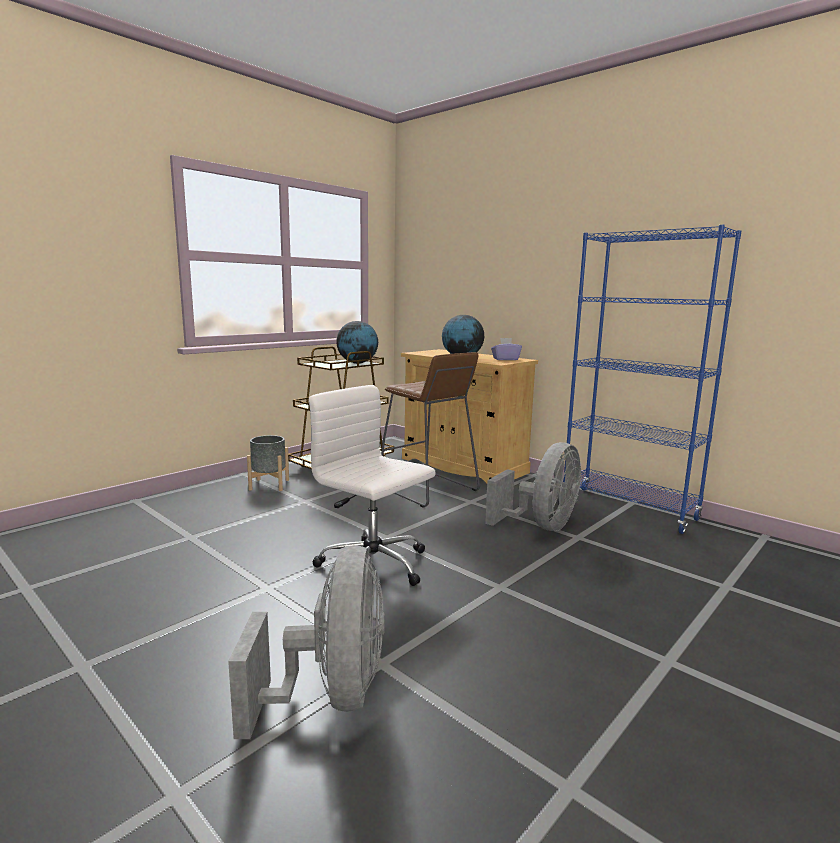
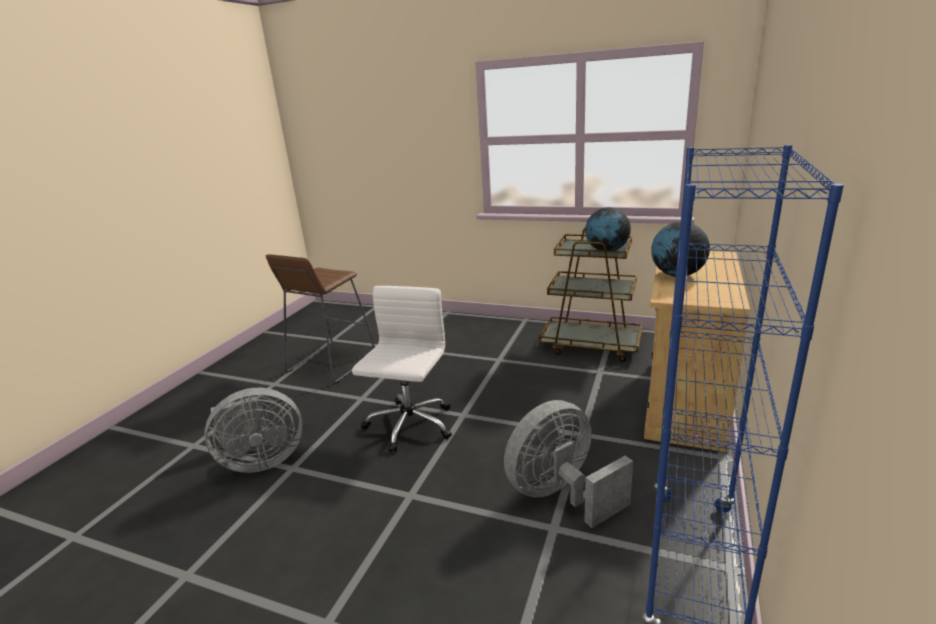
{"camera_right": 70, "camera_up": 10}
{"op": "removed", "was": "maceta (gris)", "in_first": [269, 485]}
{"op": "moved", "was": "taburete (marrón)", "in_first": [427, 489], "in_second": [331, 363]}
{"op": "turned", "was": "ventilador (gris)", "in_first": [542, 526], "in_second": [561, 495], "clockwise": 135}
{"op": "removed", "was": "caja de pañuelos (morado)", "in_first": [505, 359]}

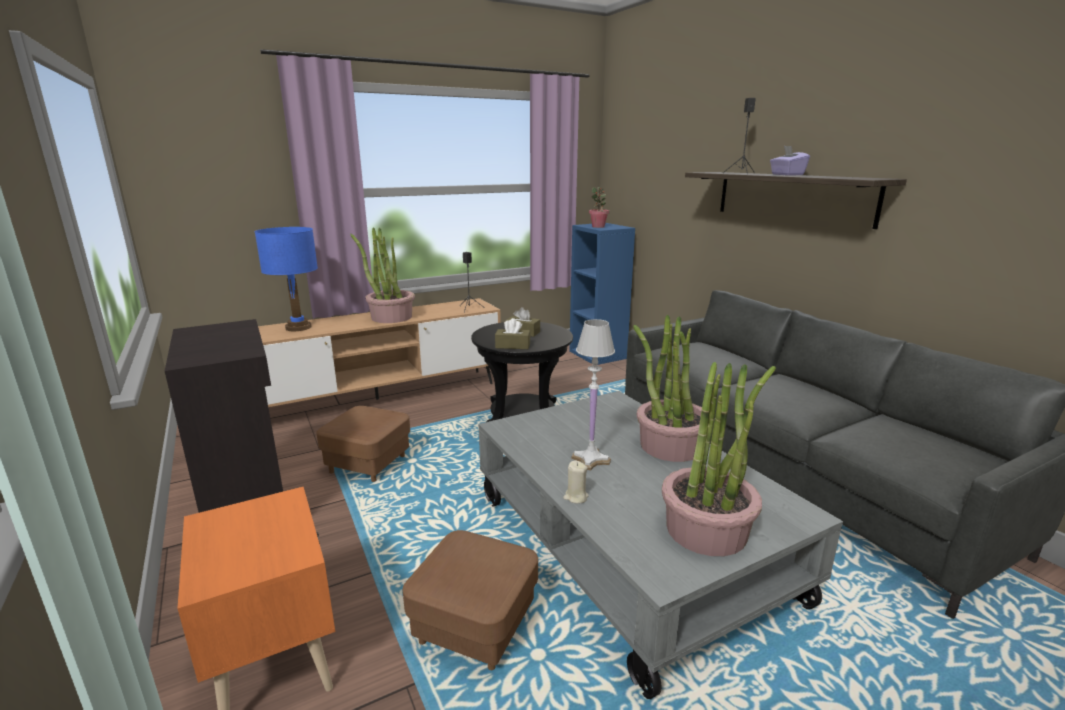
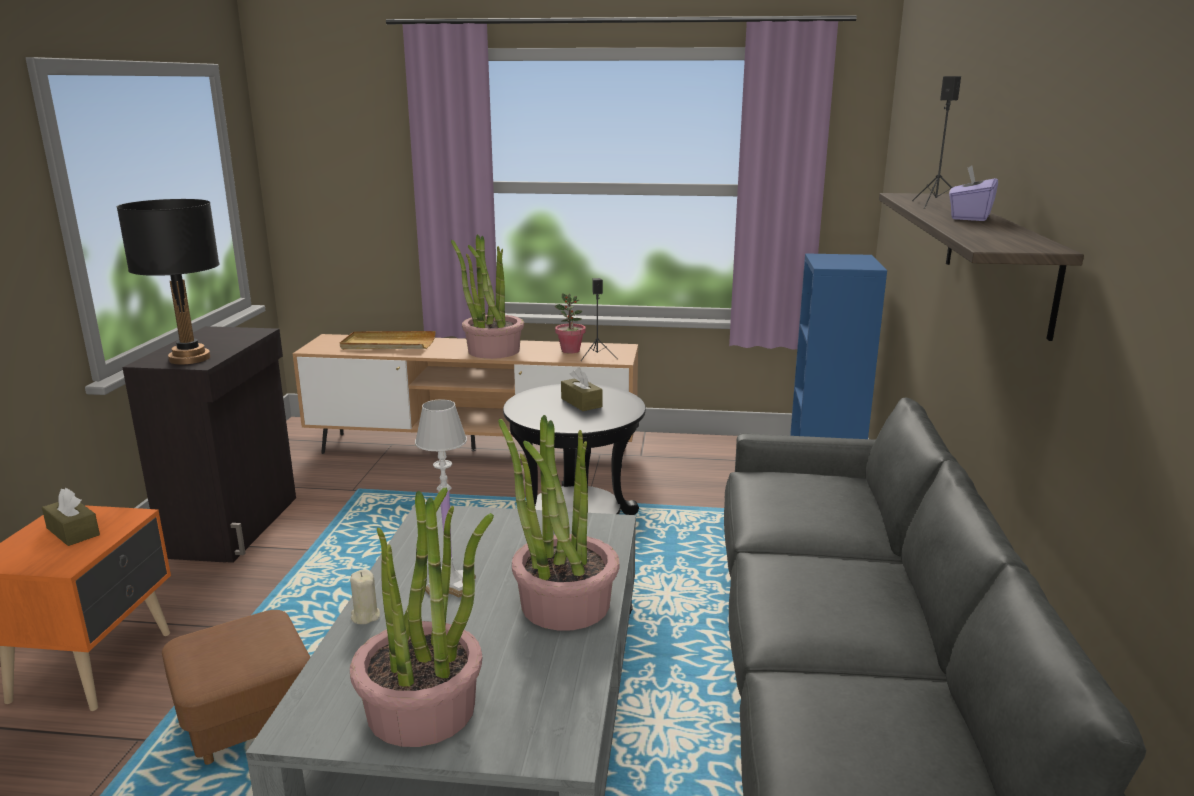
{"camera_right": 35, "camera_up": 0}
{"op": "replaced", "was": "lámpara de mesa (azul)", "now": "bandeja (beis)", "in_first": [298, 327], "in_second": [388, 344]}
{"op": "removed", "was": "puf (marrón)", "in_first": [368, 464]}
{"op": "moved", "was": "caja de pañuelos (marrón)", "in_first": [512, 346], "in_second": [73, 531]}
{"op": "moved", "was": "planta en maceta", "in_first": [598, 227], "in_second": [570, 351]}
{"op": "added", "now": "lámpara de mesa (negro)", "in_second": [190, 358]}

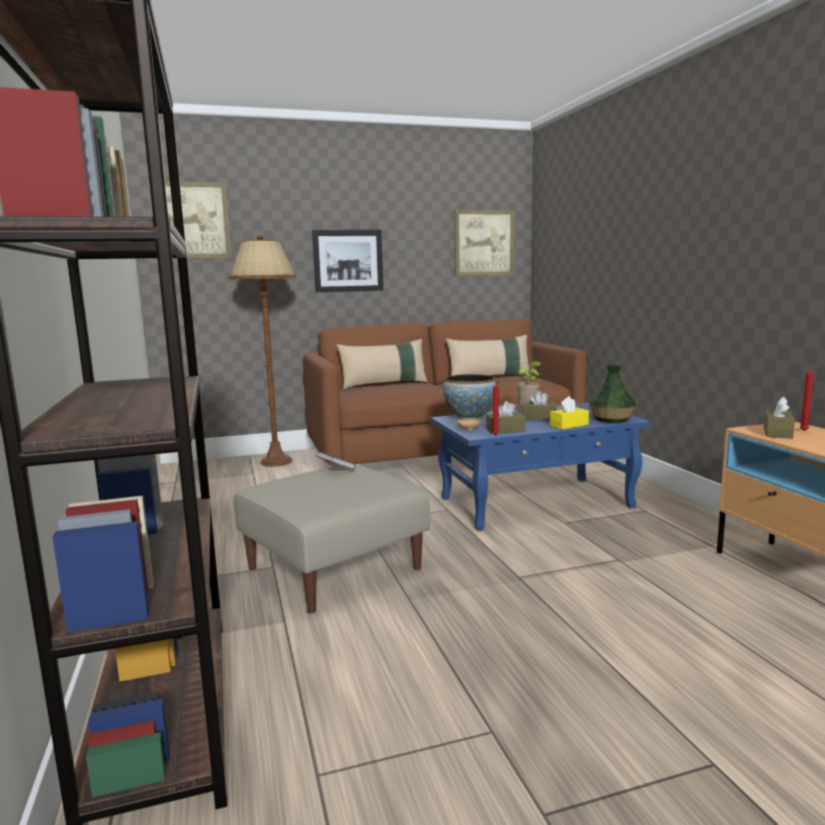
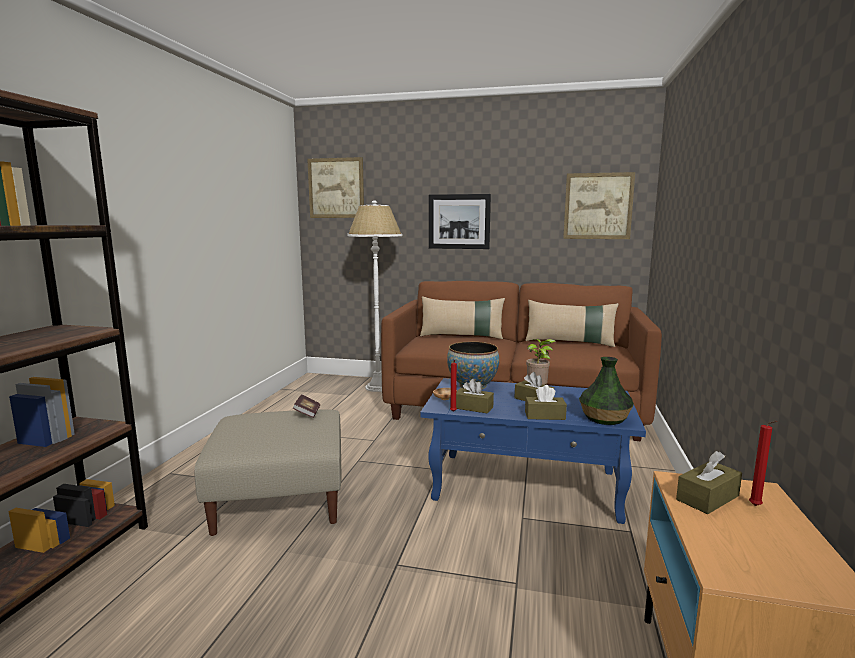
{"camera_right": 30, "camera_up": 0}
{"op": "recoloured", "was": "lámpara de pie (marrón)", "now": "lámpara de pie (blanco)", "in_first": [276, 462], "in_second": [378, 387]}
{"op": "recoloured", "was": "caja de pañuelos (amarillo)", "now": "caja de pañuelos (marrón)", "in_first": [569, 425], "in_second": [544, 415]}

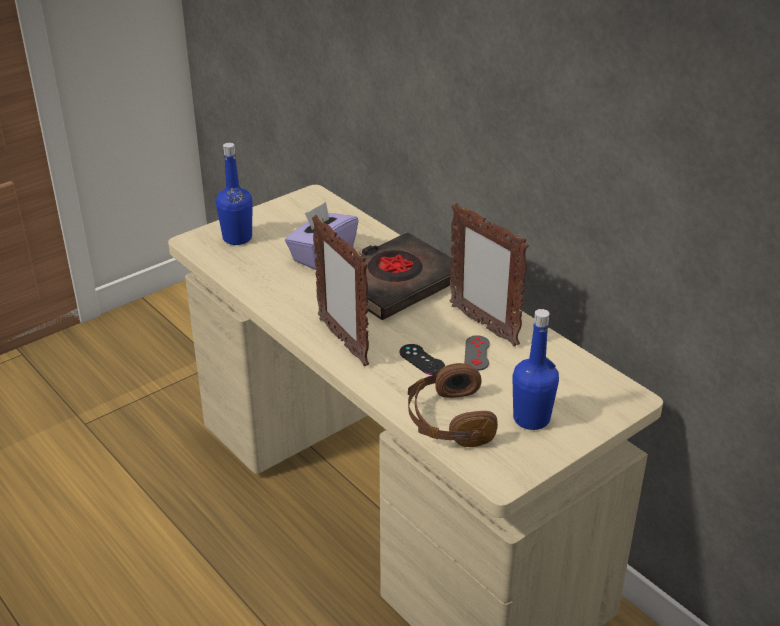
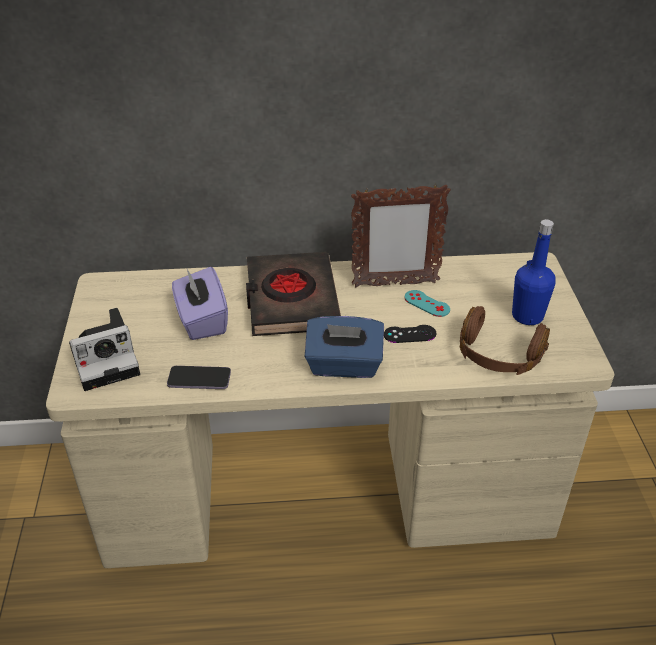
{"camera_right": -55, "camera_up": 5}
{"op": "replaced", "was": "botella (azul)", "now": "cámara", "in_first": [237, 238], "in_second": [108, 359]}
{"op": "replaced", "was": "portarretratos", "now": "caja de pañuelos (azul)", "in_first": [342, 342], "in_second": [344, 365]}
{"op": "recoloured", "was": "mando de consola (gris)", "now": "mando de consola (turquesa)", "in_first": [477, 353], "in_second": [427, 303]}
{"op": "added", "now": "móvil", "in_second": [199, 379]}

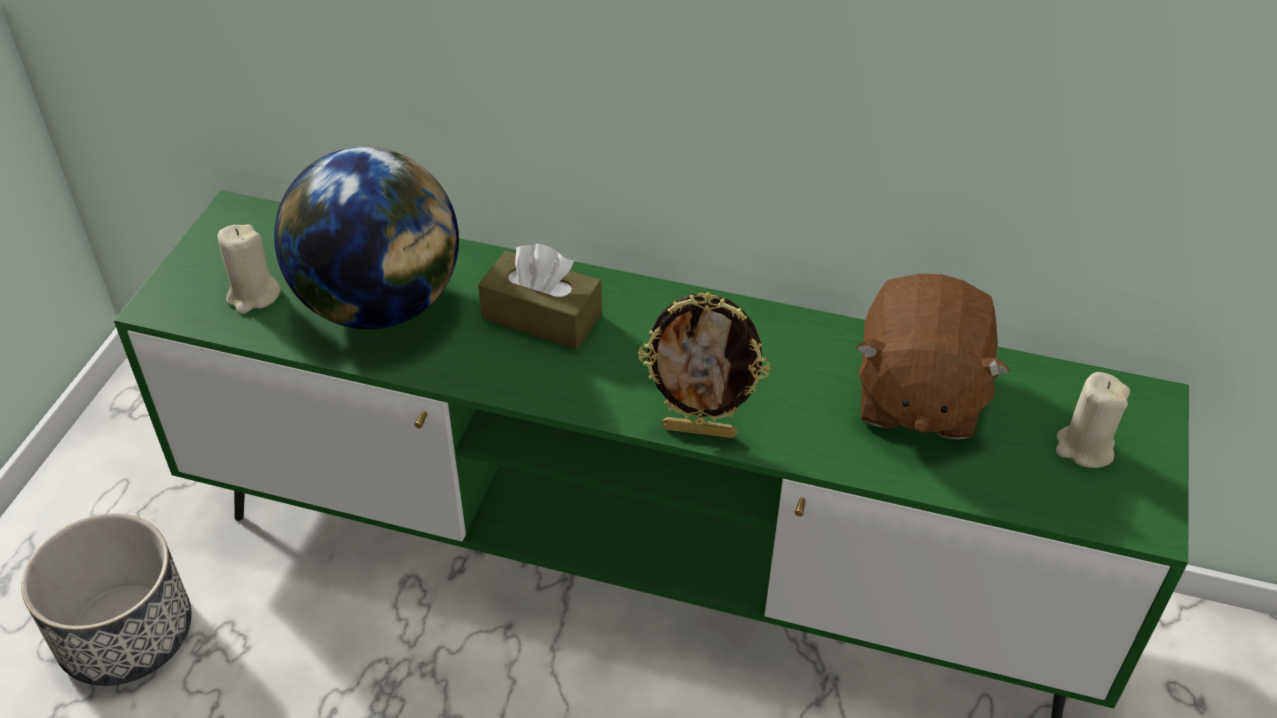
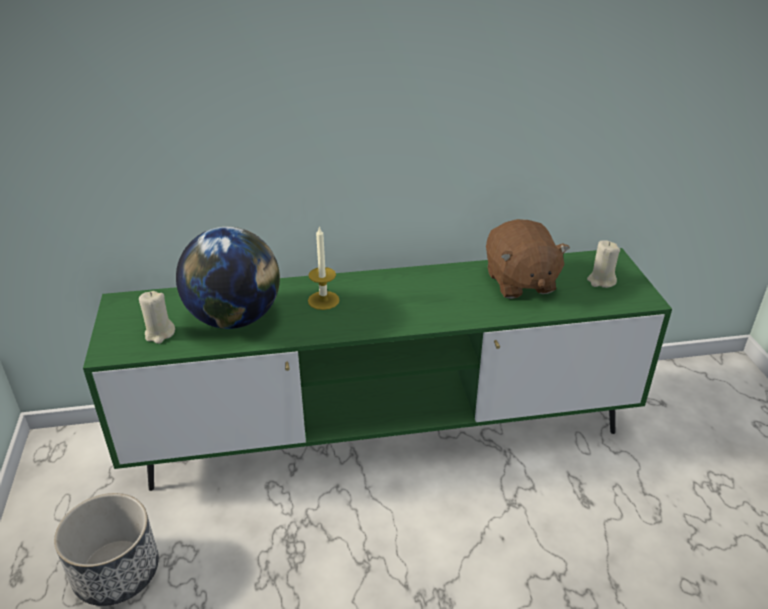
{"camera_right": -25, "camera_up": -10}
{"op": "replaced", "was": "caja de pañuelos (marrón)", "now": "vela", "in_first": [541, 316], "in_second": [323, 300]}
{"op": "removed", "was": "portarretratos", "in_first": [700, 430]}

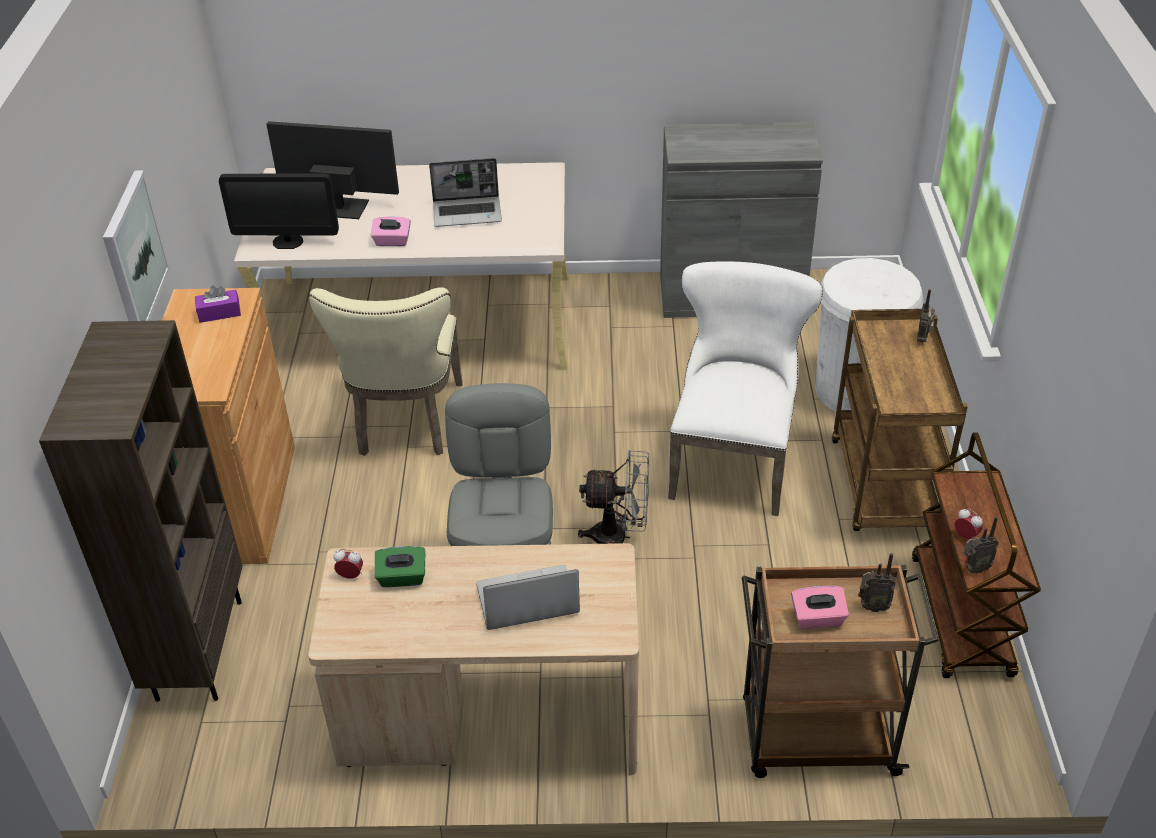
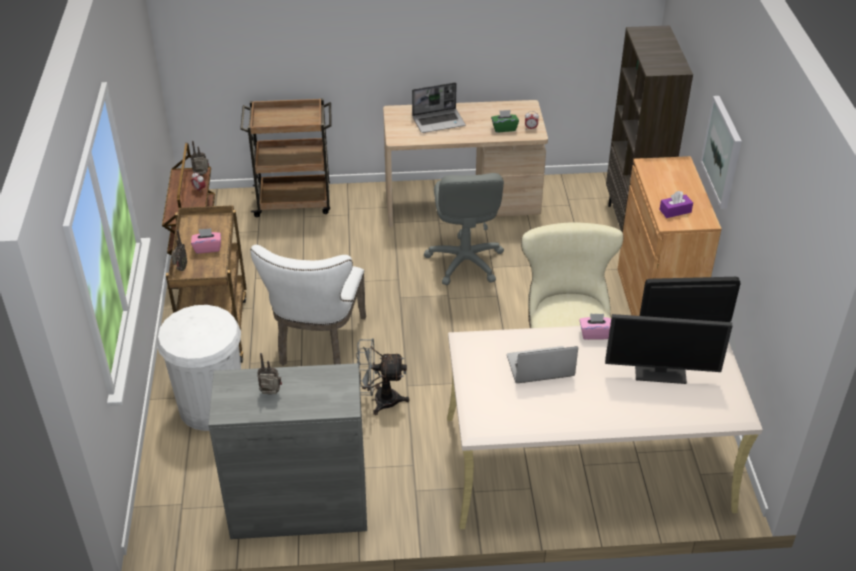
{"camera_right": 175, "camera_up": 0}
{"op": "moved", "was": "ventilador (gris)", "in_first": [619, 537], "in_second": [379, 400]}
{"op": "moved", "was": "caja de pañuelos (rosa)", "in_first": [817, 619], "in_second": [207, 248]}
{"op": "moved", "was": "radio", "in_first": [872, 606], "in_second": [271, 395]}

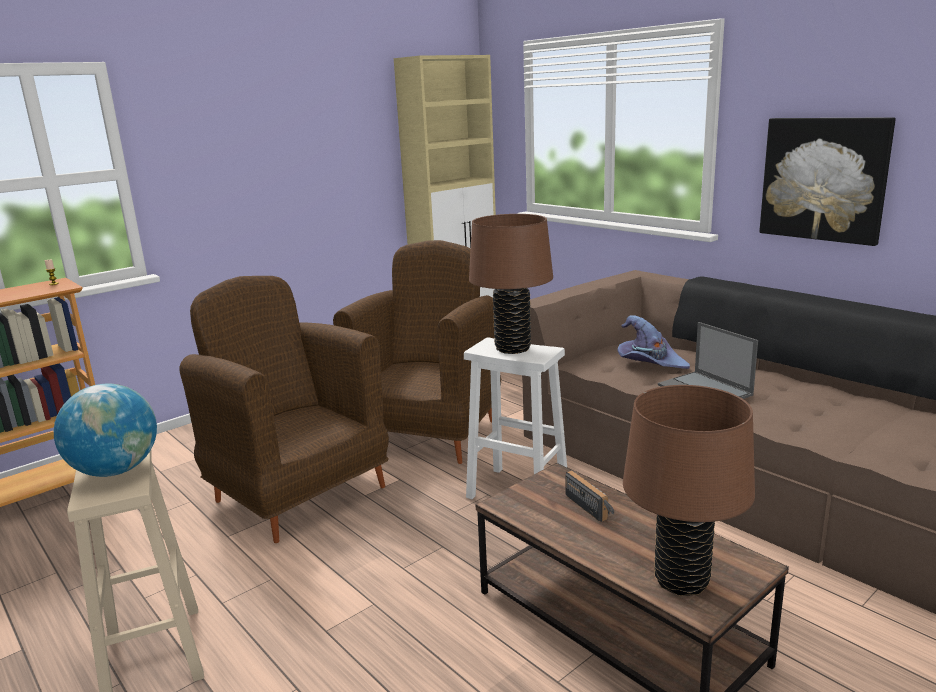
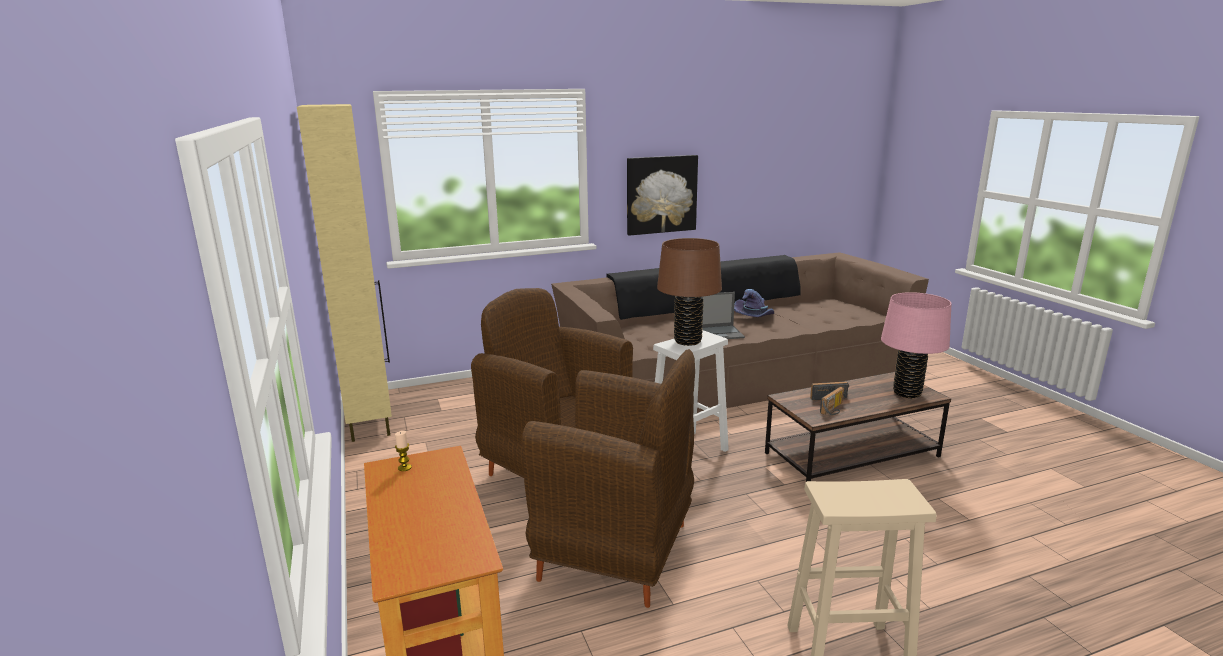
{"camera_right": -70, "camera_up": 0}
{"op": "removed", "was": "globo terráqueo", "in_first": [116, 470]}
{"op": "turned", "was": "sillón (marrón)", "in_first": [299, 493], "in_second": [617, 553], "clockwise": -135}
{"op": "moved", "was": "sombrero (morado)", "in_first": [650, 362], "in_second": [754, 317]}
{"op": "recoloured", "was": "lámpara de mesa (marrón)", "now": "lámpara de mesa (rosa)", "in_first": [681, 581], "in_second": [907, 393]}
{"op": "added", "now": "radio", "in_second": [834, 409]}

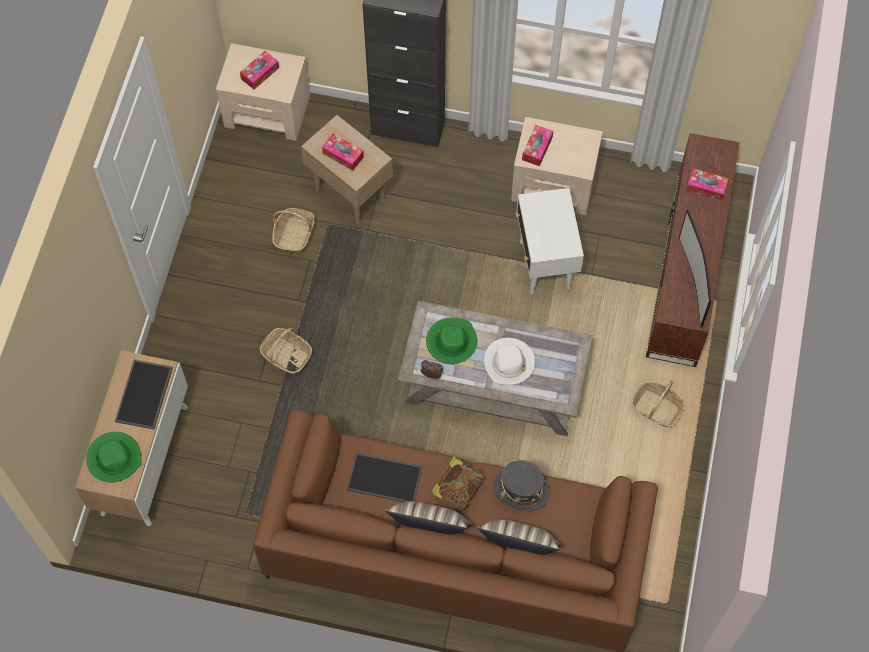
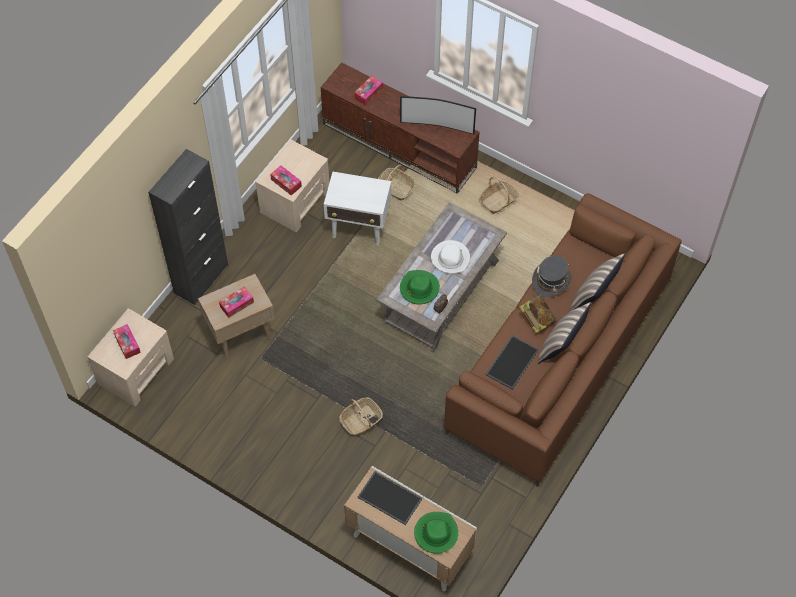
{"camera_right": -70, "camera_up": -5}
{"op": "moved", "was": "cesta", "in_first": [294, 234], "in_second": [395, 188]}

